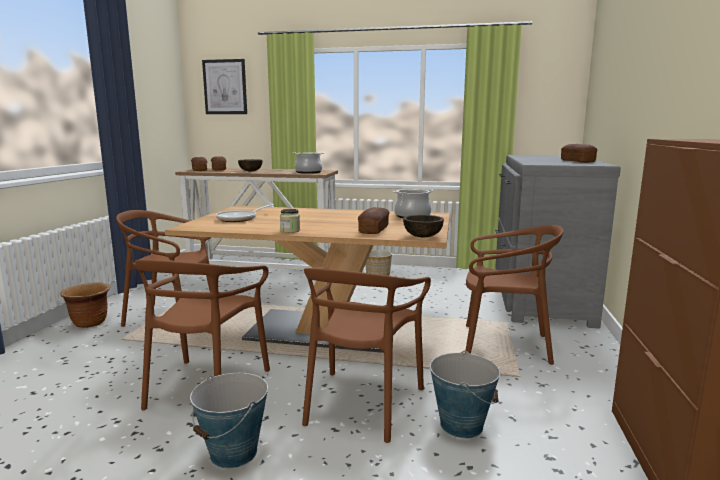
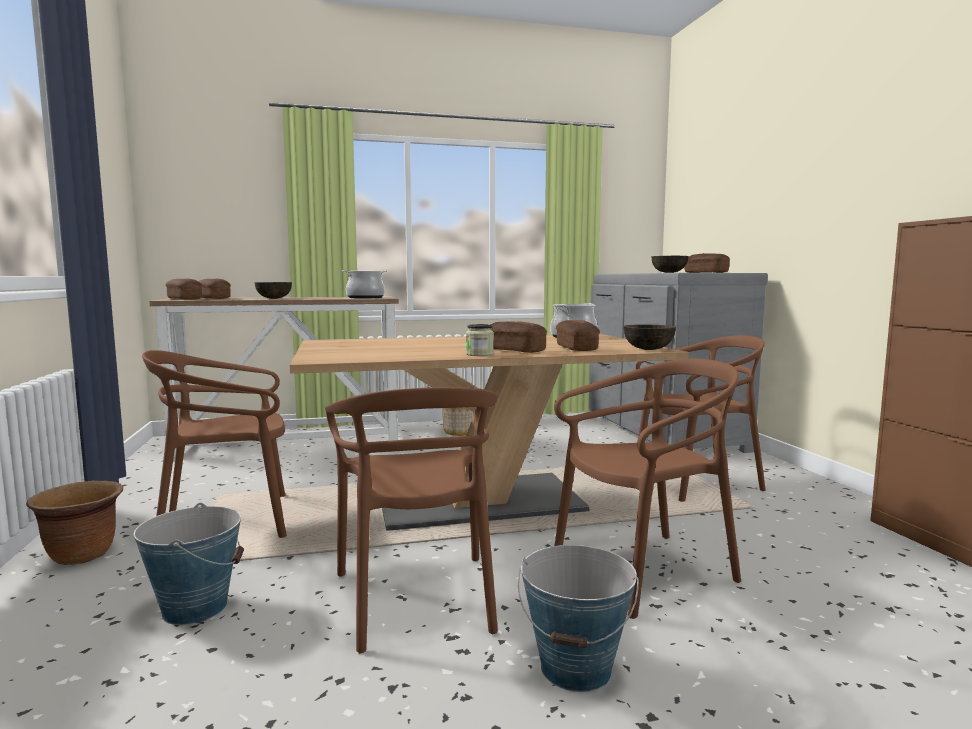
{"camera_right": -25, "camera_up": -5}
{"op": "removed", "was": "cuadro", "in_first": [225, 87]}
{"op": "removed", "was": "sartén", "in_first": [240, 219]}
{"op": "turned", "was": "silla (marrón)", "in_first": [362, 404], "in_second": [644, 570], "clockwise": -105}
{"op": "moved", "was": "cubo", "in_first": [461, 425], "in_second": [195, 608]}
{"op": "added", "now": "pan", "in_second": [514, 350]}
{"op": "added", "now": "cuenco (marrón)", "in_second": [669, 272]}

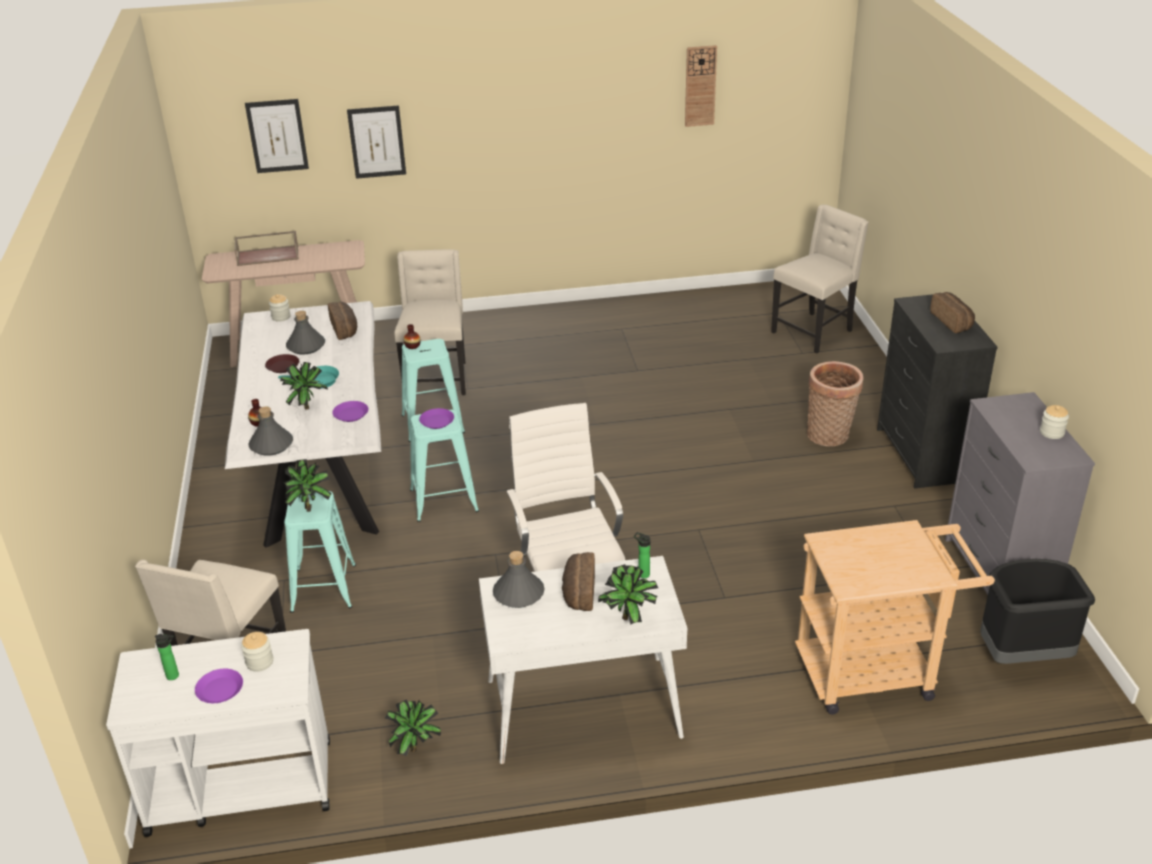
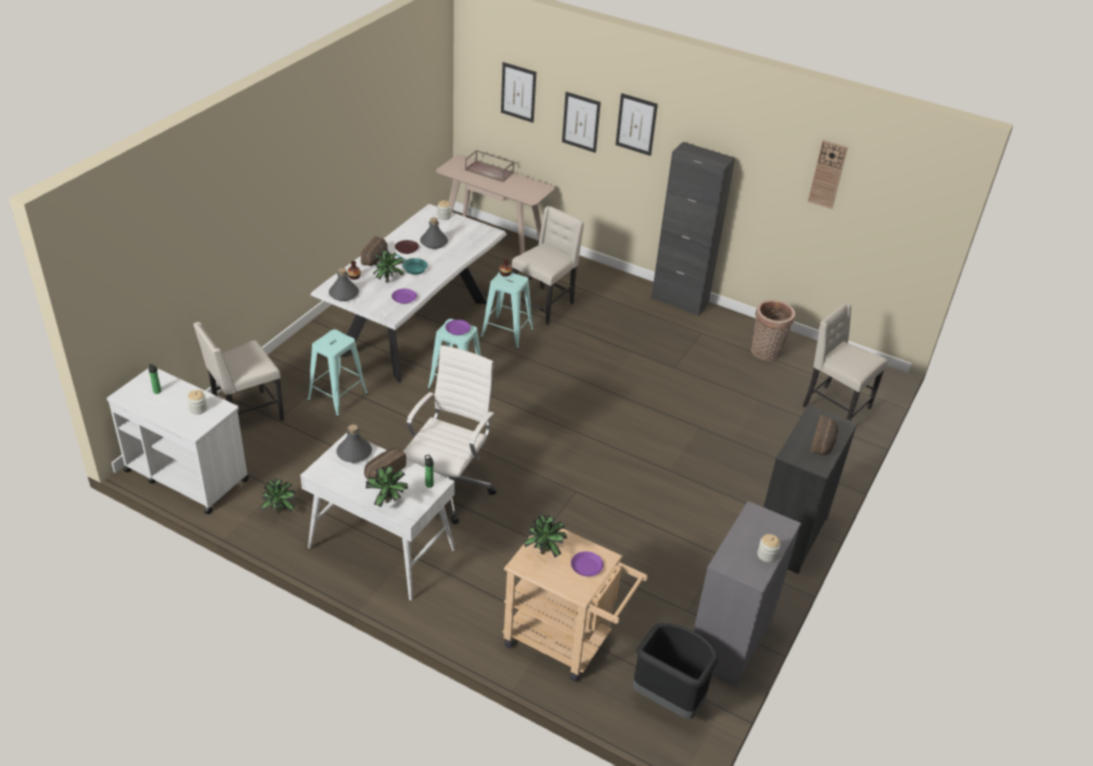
{"camera_right": 35, "camera_up": 5}
{"op": "moved", "was": "plato (morado)", "in_first": [220, 690], "in_second": [586, 566]}
{"op": "moved", "was": "planta en maceta", "in_first": [310, 506], "in_second": [545, 552]}
{"op": "moved", "was": "pan", "in_first": [345, 329], "in_second": [375, 258]}
{"op": "turned", "was": "silla (beis)", "in_first": [813, 332], "in_second": [834, 407], "clockwise": -135}
{"op": "moved", "was": "cesta", "in_first": [830, 436], "in_second": [766, 353]}
{"op": "added", "now": "cuadro", "in_second": [636, 124]}
{"op": "added", "now": "armario (negro)", "in_second": [679, 301]}

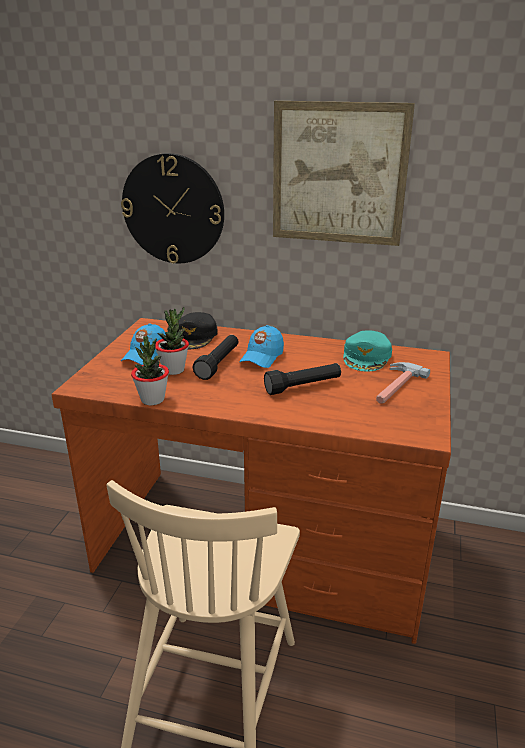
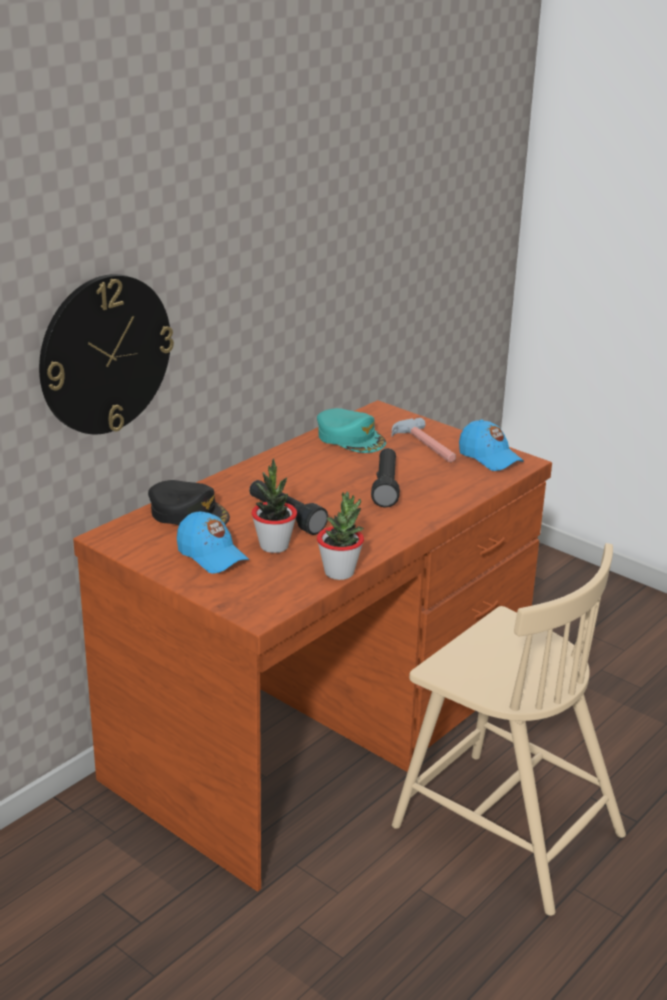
{"camera_right": -65, "camera_up": 0}
{"op": "moved", "was": "gorra (azul)", "in_first": [262, 357], "in_second": [489, 458]}
{"op": "removed", "was": "cuadro", "in_first": [338, 174]}

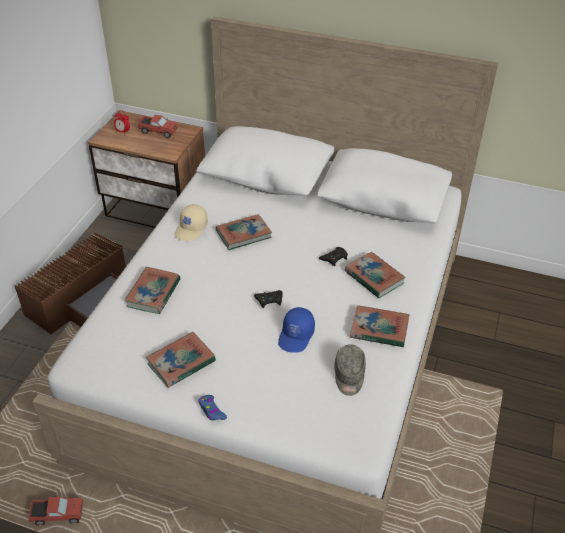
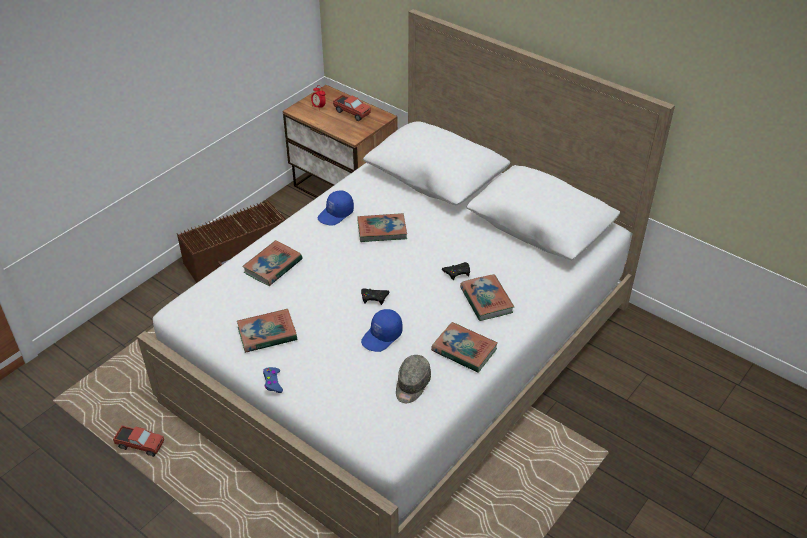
{"camera_right": 20, "camera_up": 0}
{"op": "recoloured", "was": "gorra (beis)", "now": "gorra (azul)", "in_first": [191, 229], "in_second": [336, 214]}

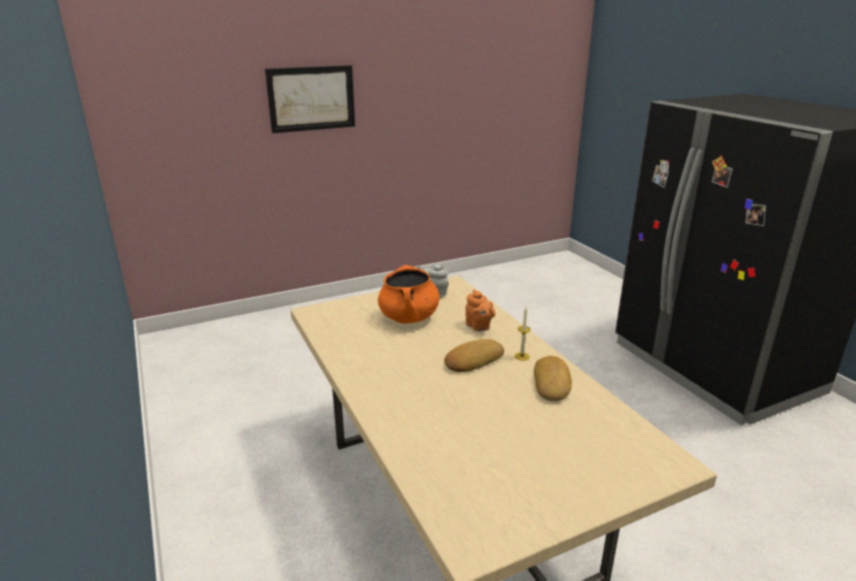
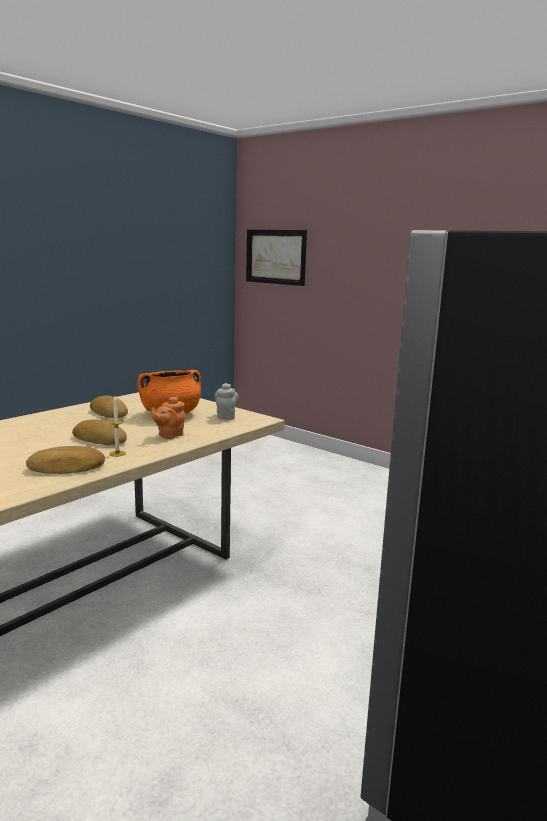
{"camera_right": 65, "camera_up": -10}
{"op": "moved", "was": "cuadro", "in_first": [311, 98], "in_second": [276, 257]}
{"op": "added", "now": "pan", "in_second": [110, 412]}

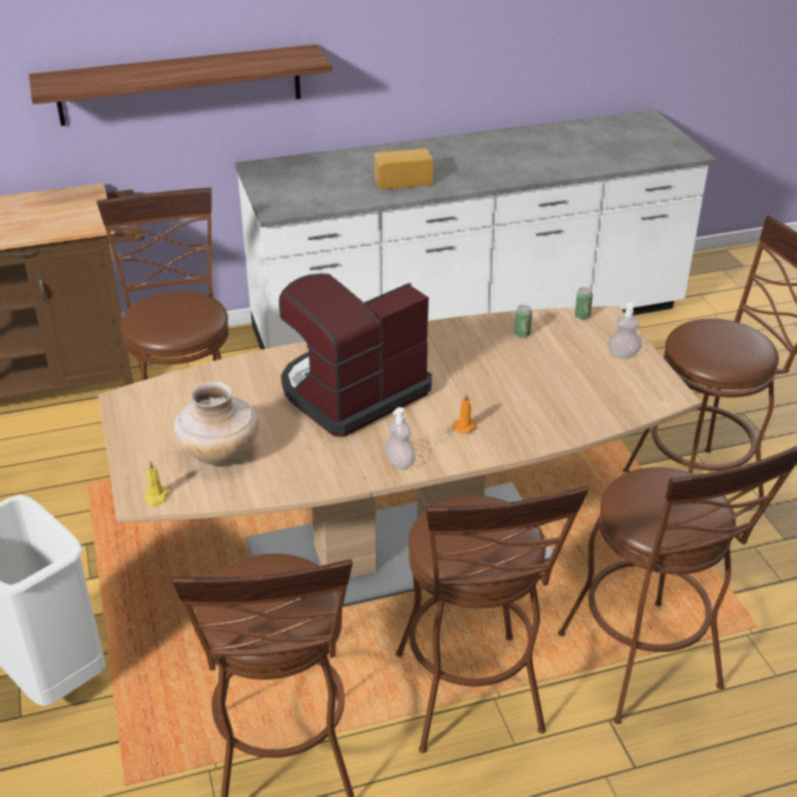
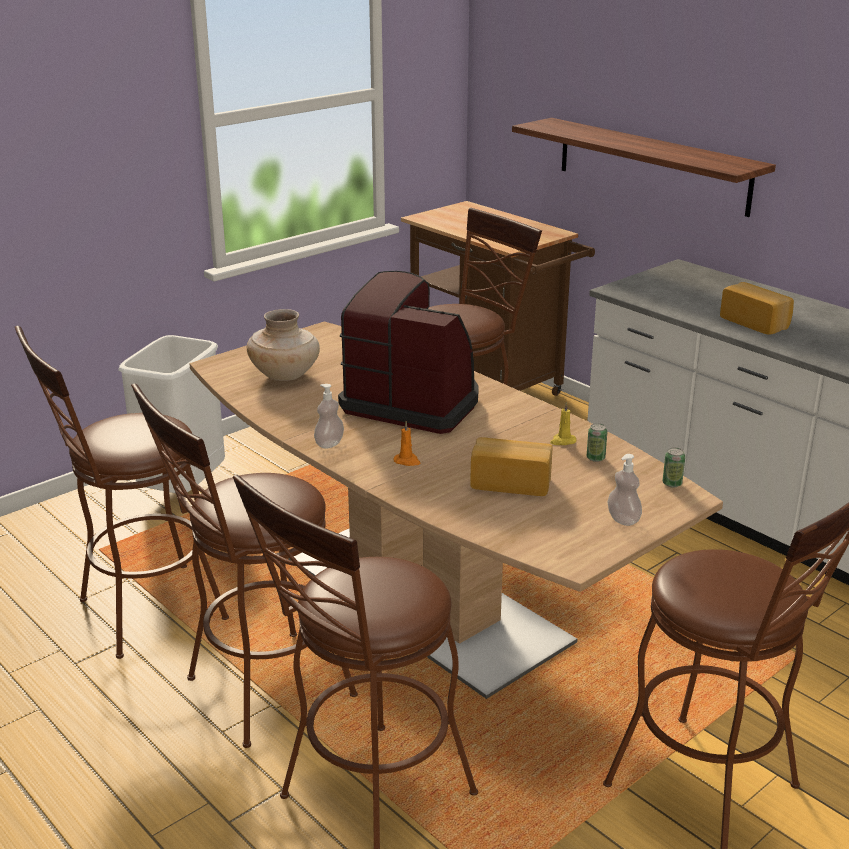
{"camera_right": 65, "camera_up": -10}
{"op": "moved", "was": "vela (amarillo)", "in_first": [156, 497], "in_second": [562, 441]}
{"op": "added", "now": "pan", "in_second": [511, 482]}

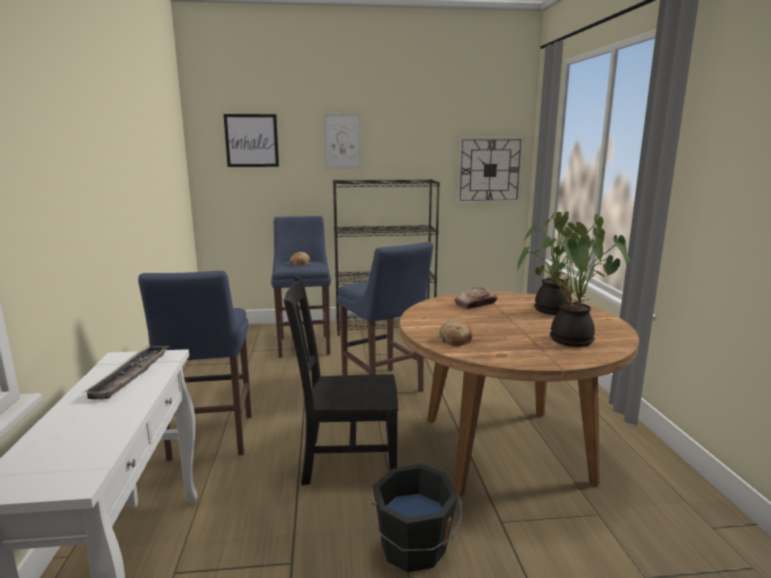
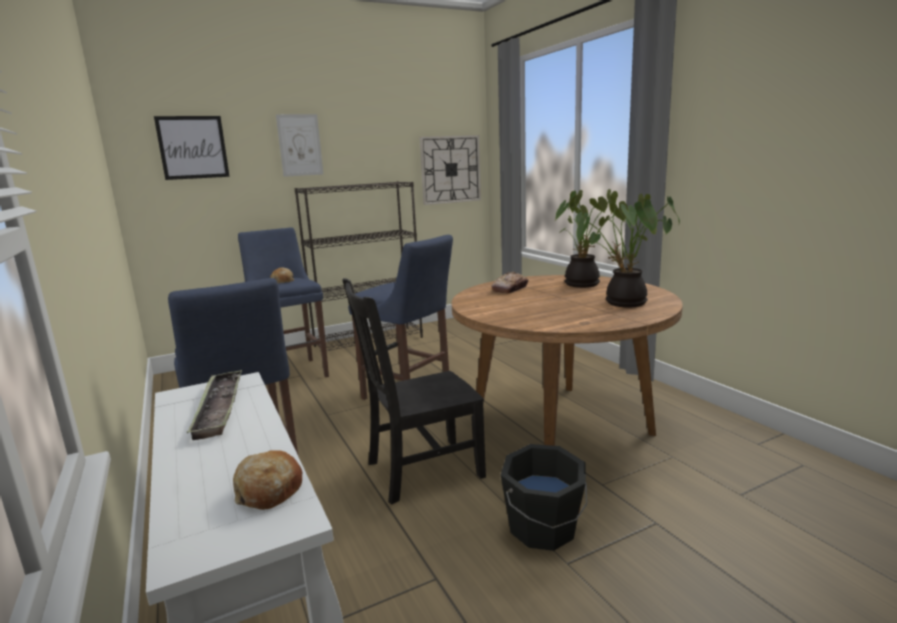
{"camera_right": -20, "camera_up": 0}
{"op": "moved", "was": "pan", "in_first": [455, 340], "in_second": [269, 490]}

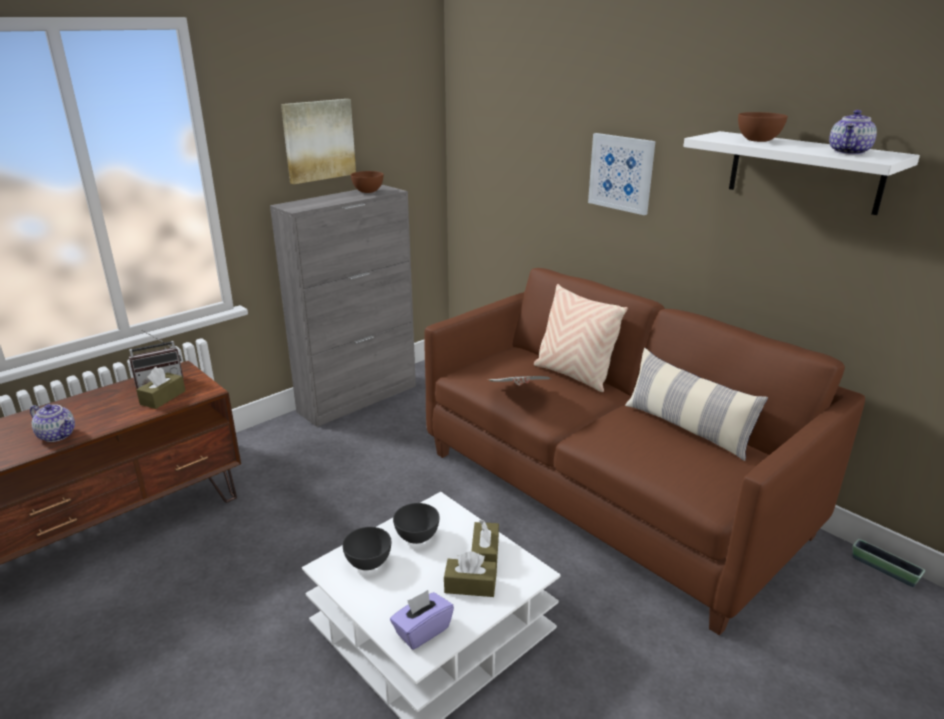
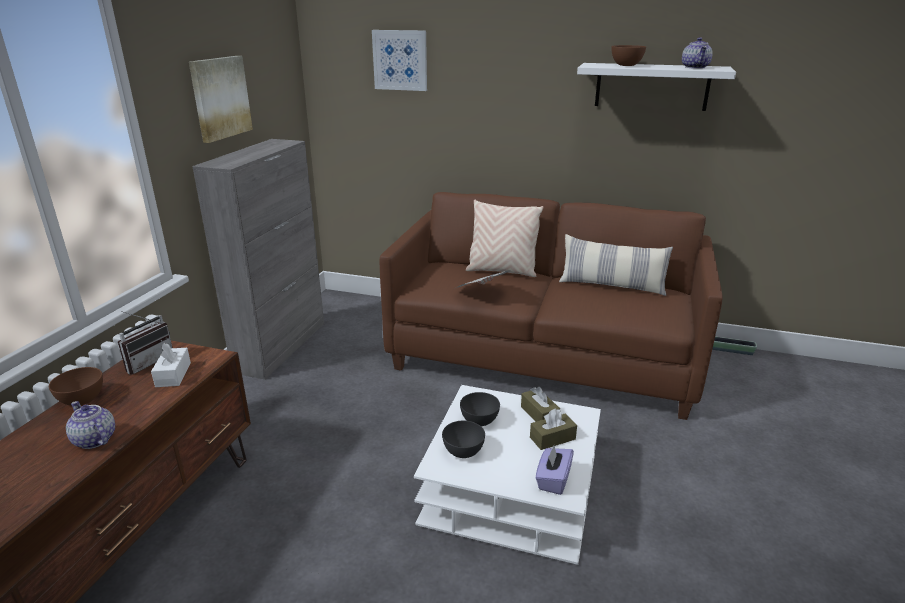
{"camera_right": -30, "camera_up": 0}
{"op": "turned", "was": "tetera", "in_first": [58, 435], "in_second": [94, 440], "clockwise": -135}
{"op": "recoloured", "was": "caja de pañuelos (marrón)", "now": "caja de pañuelos (blanco)", "in_first": [163, 398], "in_second": [173, 374]}
{"op": "moved", "was": "cuenco (marrón)", "in_first": [368, 191], "in_second": [82, 400]}
{"op": "moved", "was": "cuadro", "in_first": [621, 173], "in_second": [400, 60]}

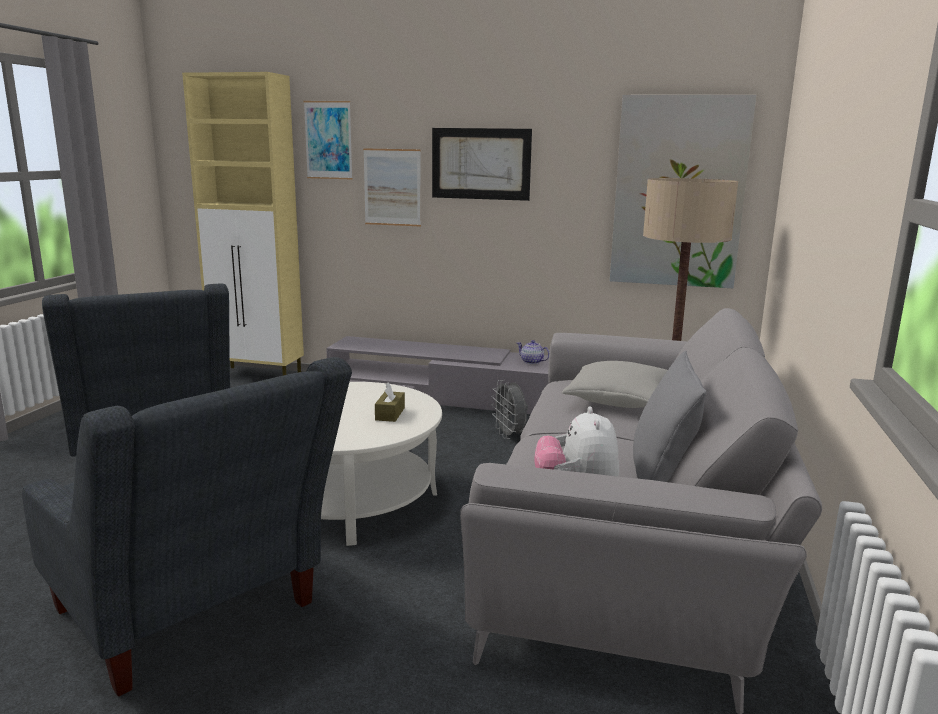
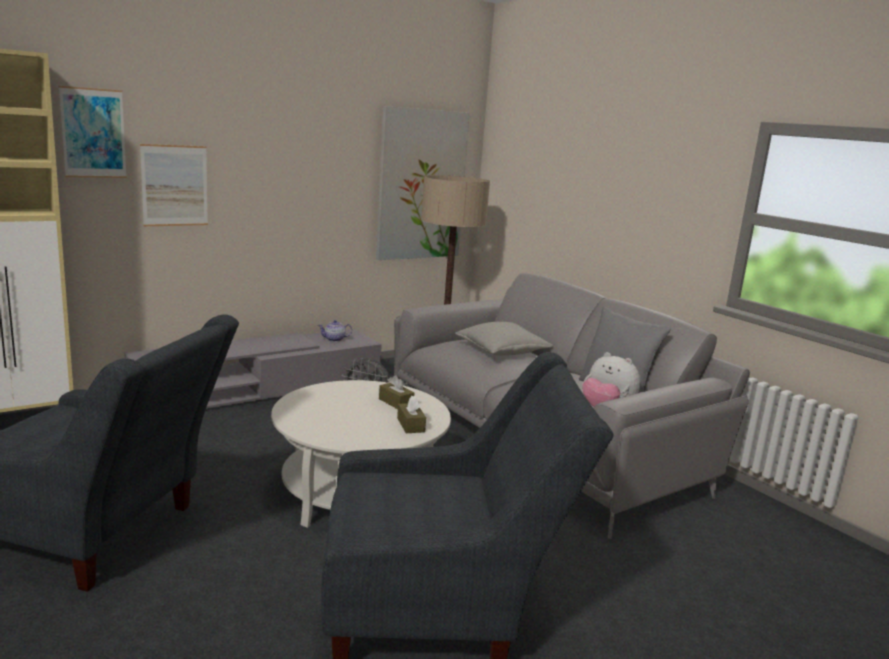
{"camera_right": -50, "camera_up": 0}
{"op": "removed", "was": "cuadro", "in_first": [481, 164]}
{"op": "added", "now": "caja de pañuelos (marrón)", "in_second": [410, 425]}

